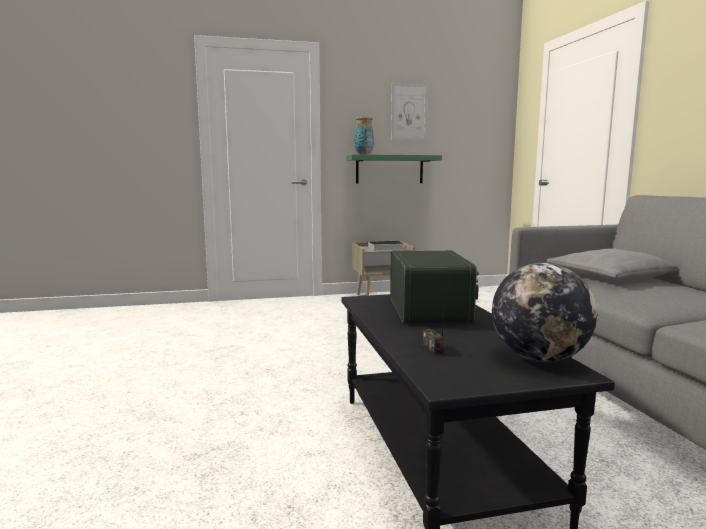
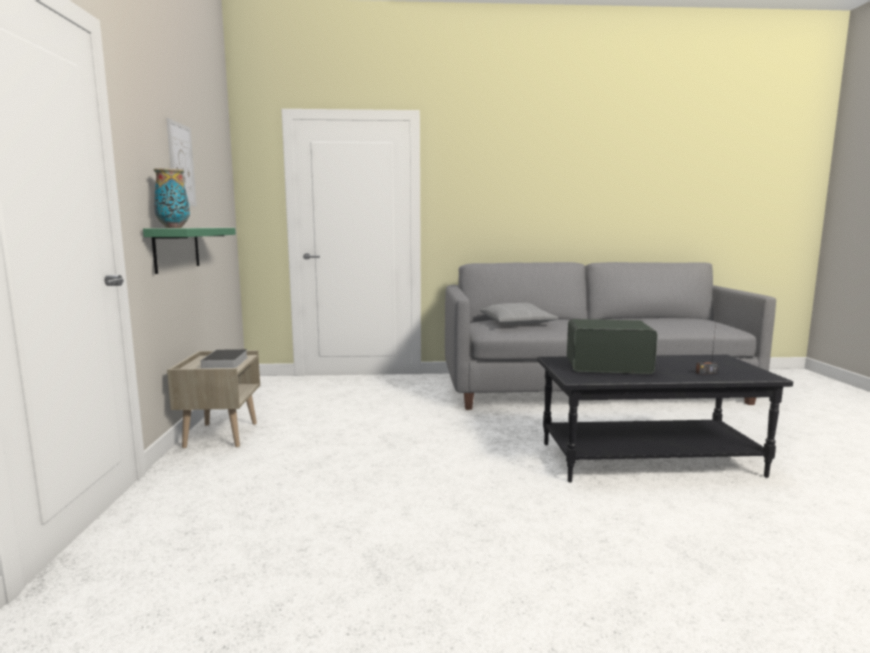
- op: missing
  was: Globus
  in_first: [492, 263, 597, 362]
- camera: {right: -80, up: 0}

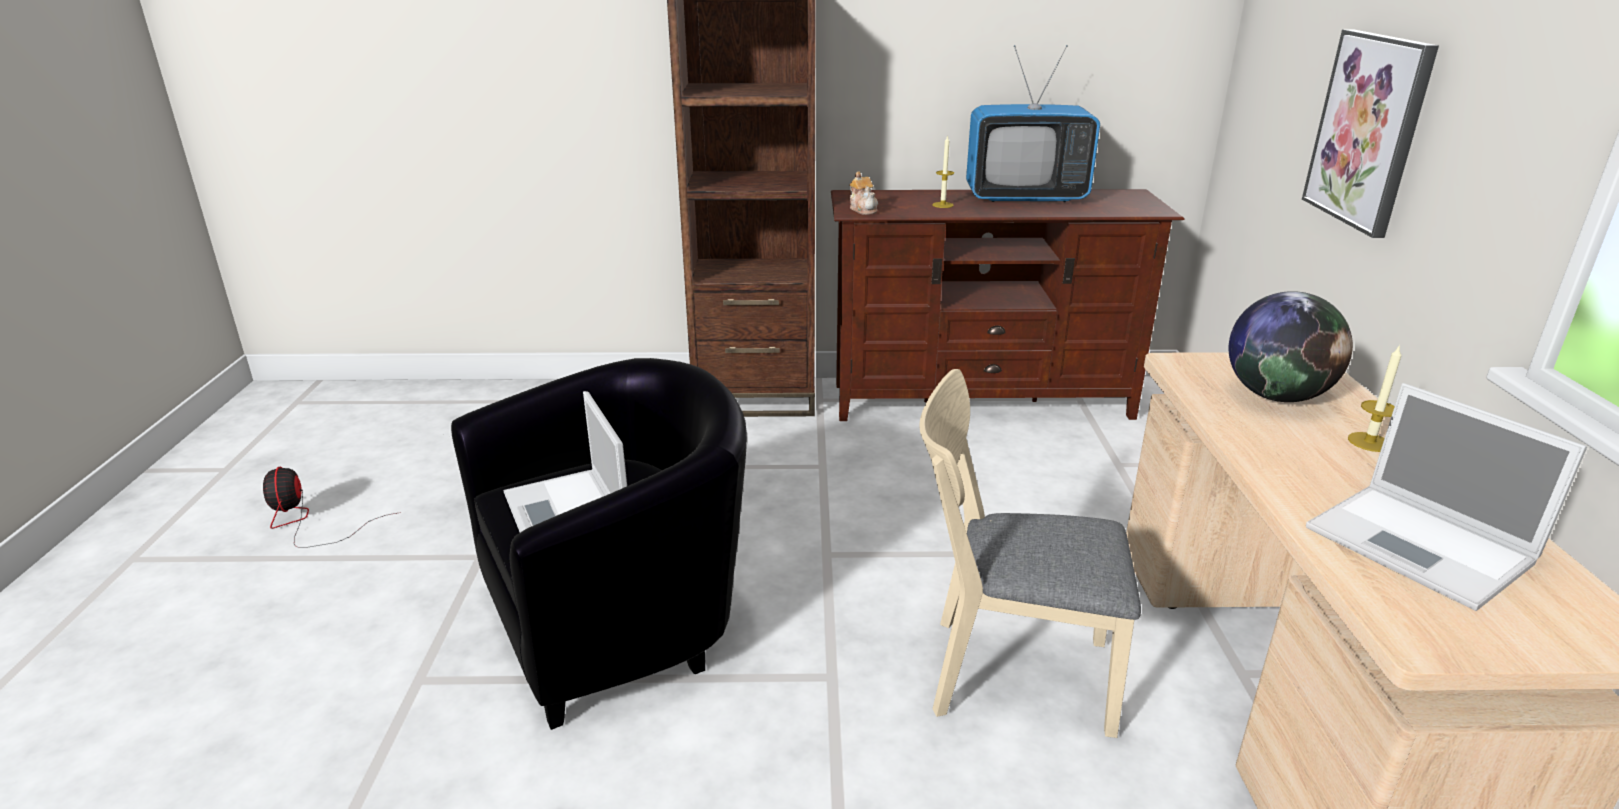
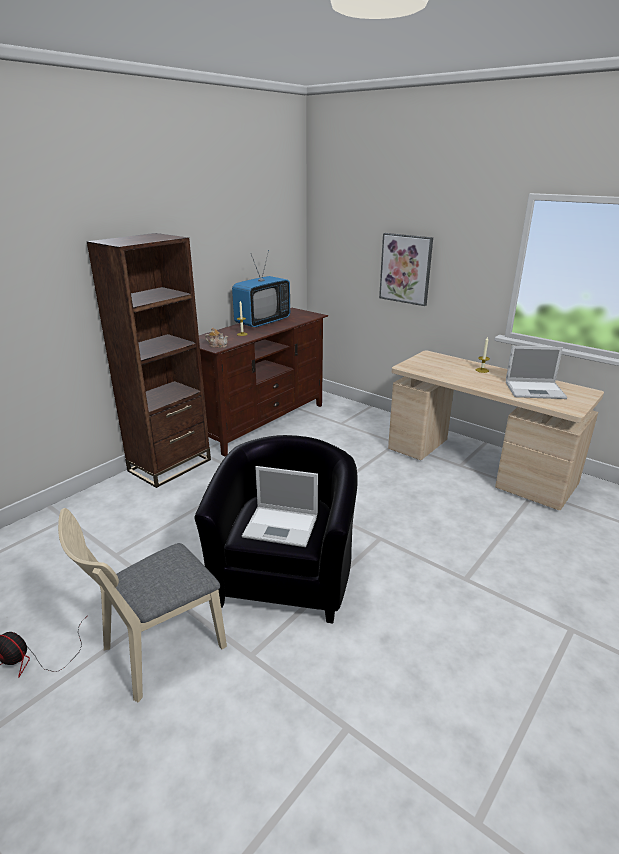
- op: missing
  was: Globus
  in_first: [1228, 291, 1353, 402]
- op: relocated
  was: Stuhl (beige)
  in_first: [920, 369, 1141, 738]
  in_second: [58, 508, 227, 702]
- camera: {right: -50, up: 0}

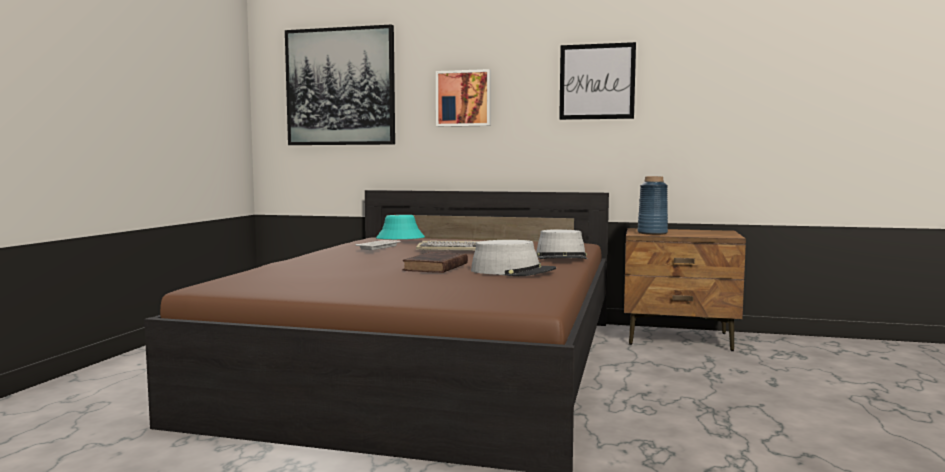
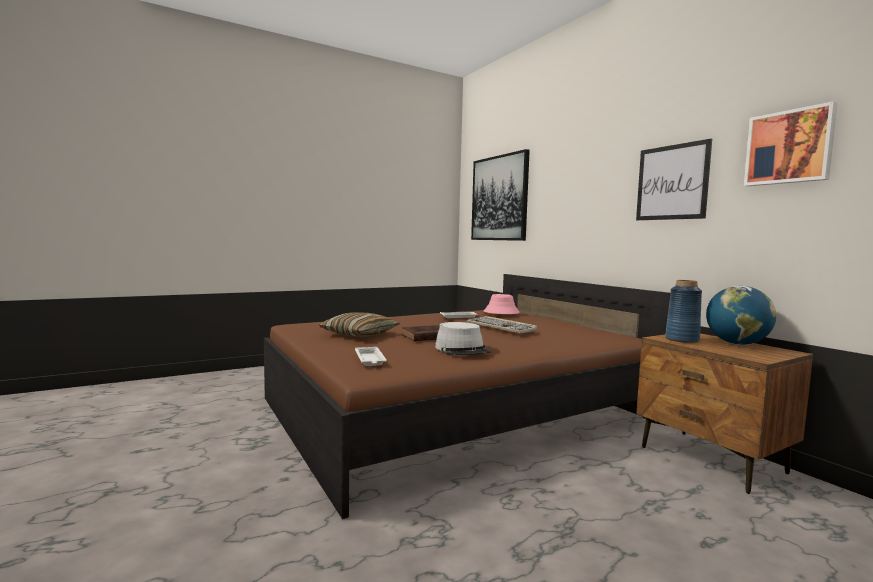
- op: missing
  was: Hut (grau)
  in_first: [536, 229, 587, 259]
- op: appeared
  now: Kissen
  in_second: [319, 312, 400, 336]
- op: appeared
  now: Tablett (weiß)
  in_second: [355, 347, 387, 366]
- op: appeared
  now: Globus
  in_second: [706, 286, 776, 345]
- op: relocated
  was: Bild
  in_first: [436, 69, 491, 127]
  in_second: [744, 101, 838, 186]
- op: colour
  was: Hut (türkis)
  now: Hut (rosa)
  in_first: [376, 215, 425, 239]
  in_second: [484, 294, 520, 314]
- camera: {right: 45, up: 0}

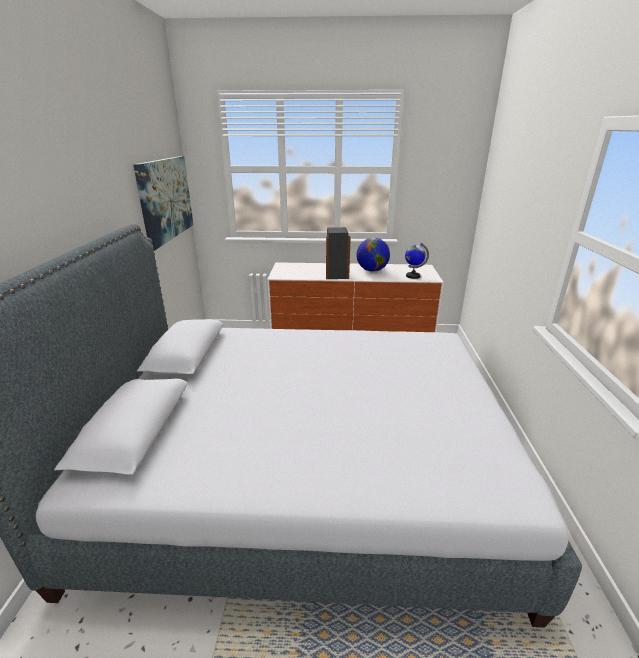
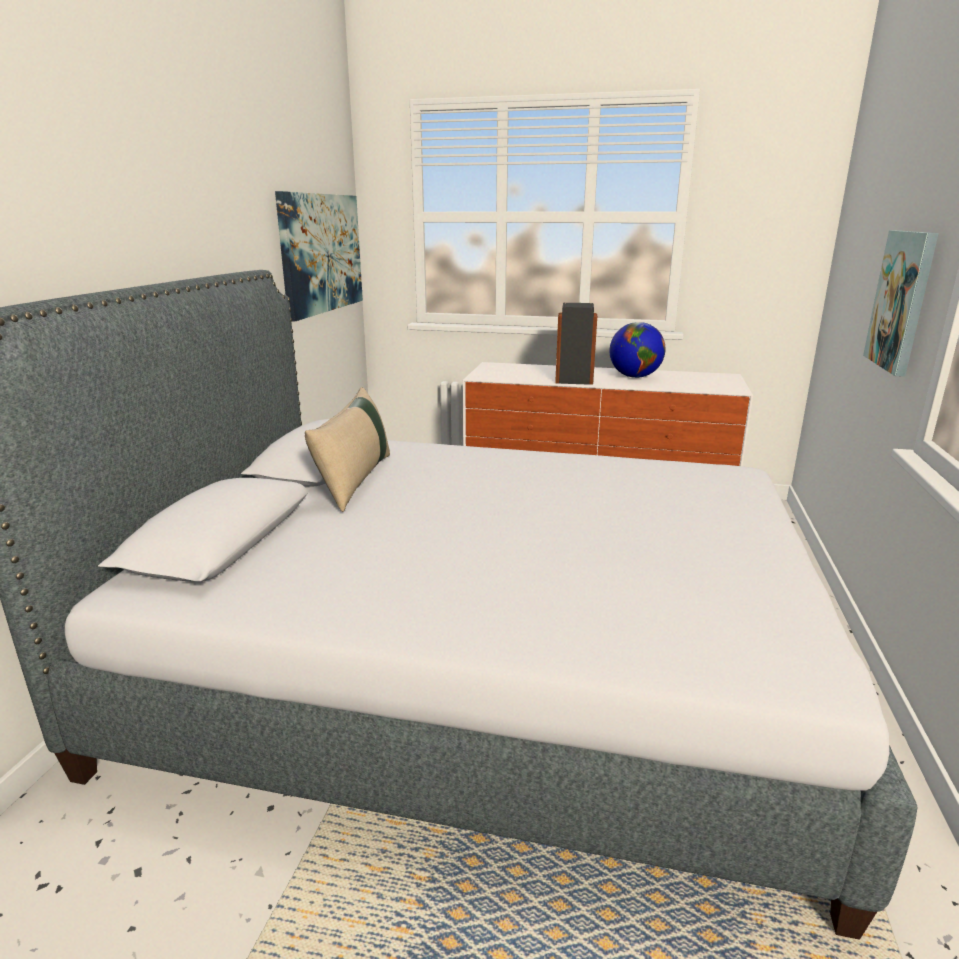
- op: missing
  was: Globus
  in_first: [405, 243, 429, 279]
- op: appeared
  now: Kissen (beige)
  in_second: [305, 387, 390, 512]
- op: appeared
  now: Bild
  in_second: [863, 230, 939, 377]
- camera: {right: 10, up: -5}

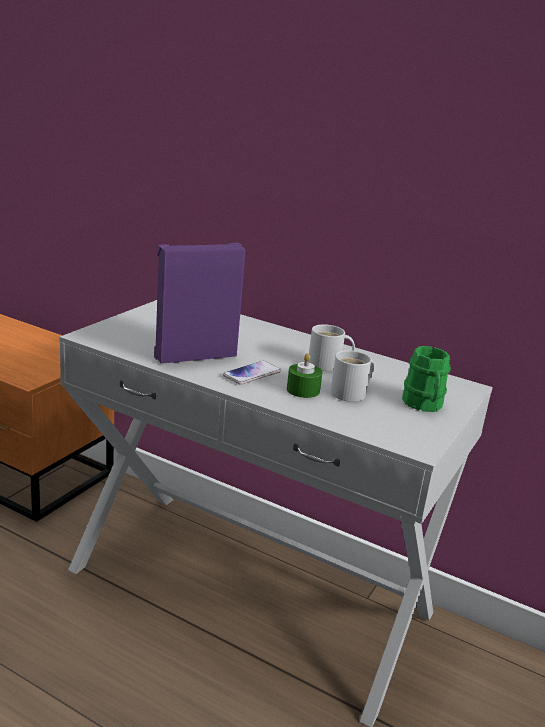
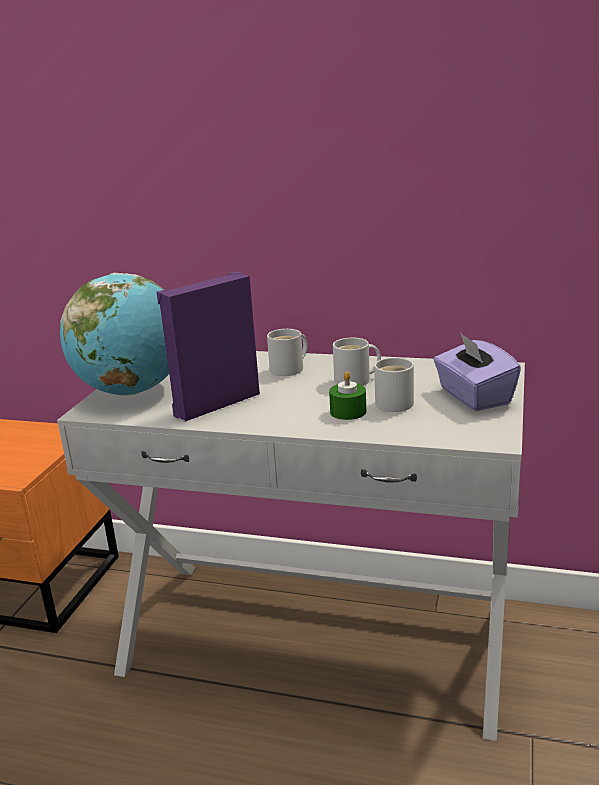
- op: missing
  was: Handy
  in_first: [223, 361, 281, 385]
- op: appeared
  now: Globus
  in_second: [60, 273, 169, 396]
- op: appeared
  now: Henkelbecher (weiß)
  in_second: [267, 329, 308, 376]
- op: exchanged
  was: Henkelbecher (grün)
  now: Taschentuchbox (lila)
  in_first: [402, 346, 451, 412]
  in_second: [434, 333, 521, 411]
- camera: {right: -10, up: 0}

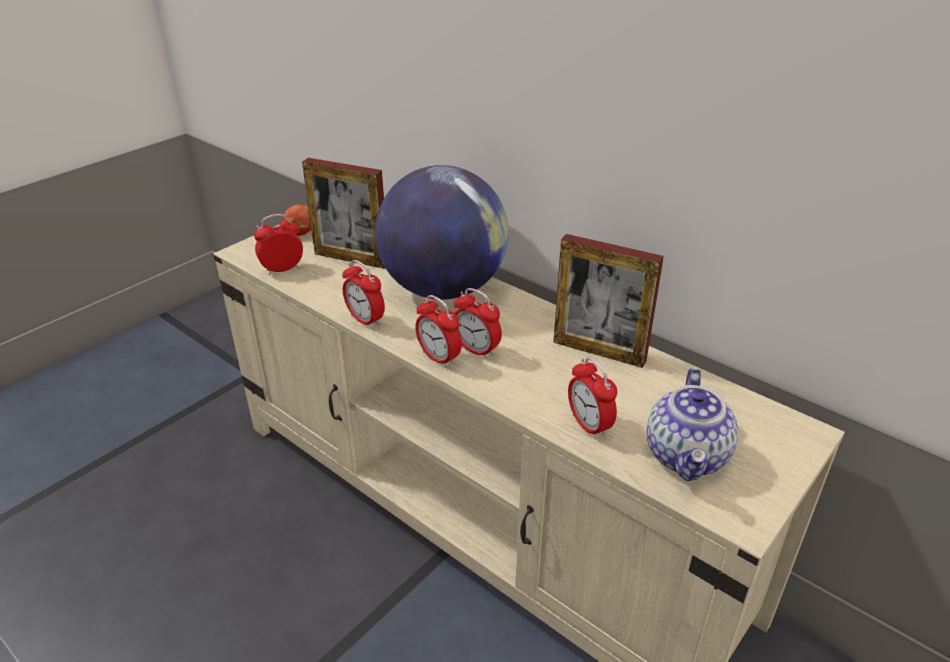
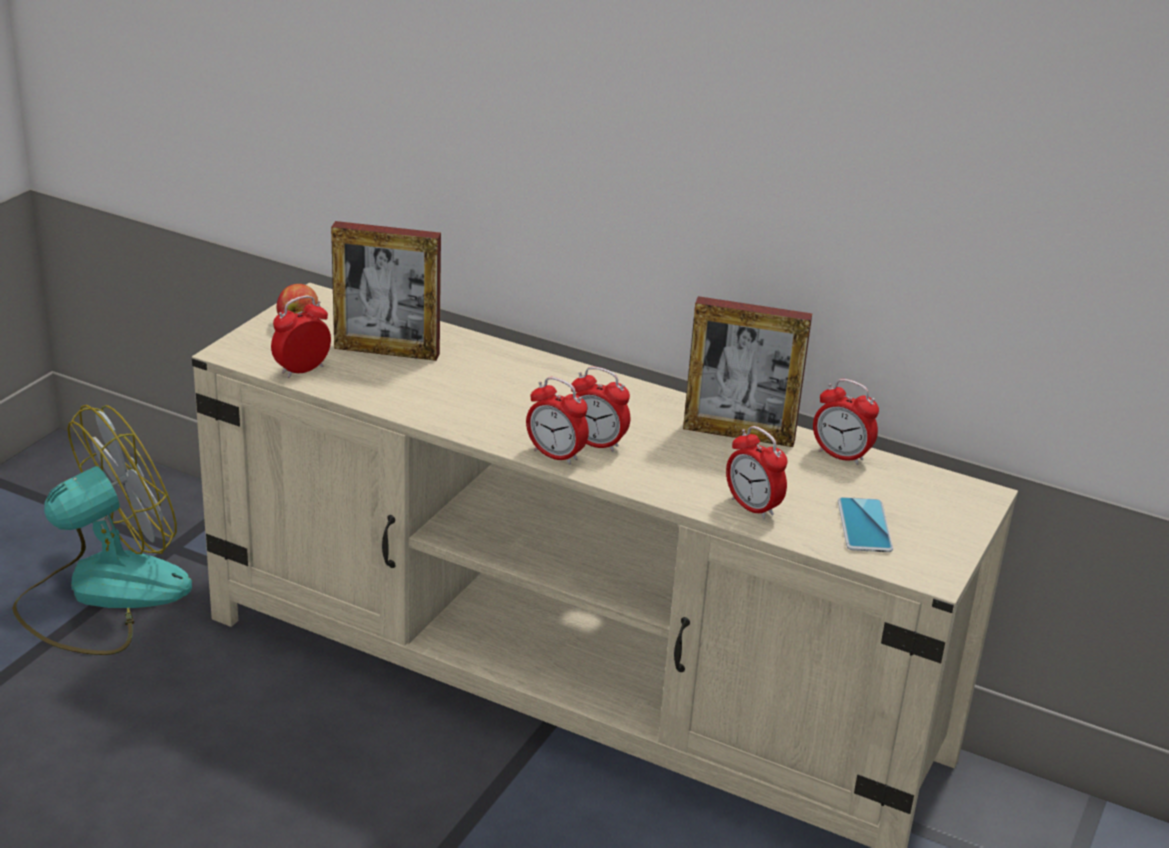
- op: missing
  was: Globus
  in_first: [375, 165, 509, 300]
- op: appeared
  now: Ventilator
  in_second: [12, 405, 192, 655]
- op: relocated
  was: Wecker
  in_first: [342, 260, 385, 329]
  in_second: [813, 379, 879, 465]
- op: exchanged
  was: Teekanne
  now: Handy
  in_first: [647, 368, 738, 481]
  in_second: [838, 497, 893, 552]
- camera: {right: -15, up: -5}

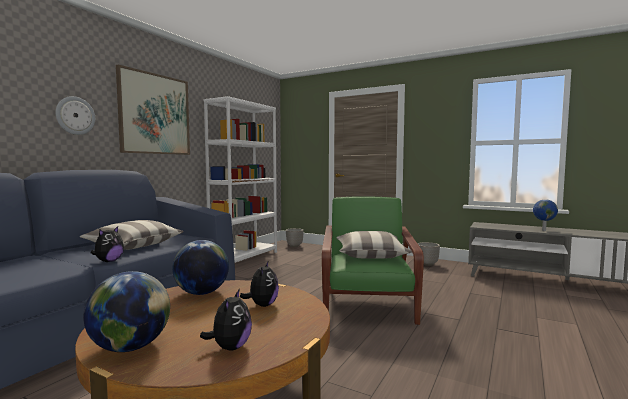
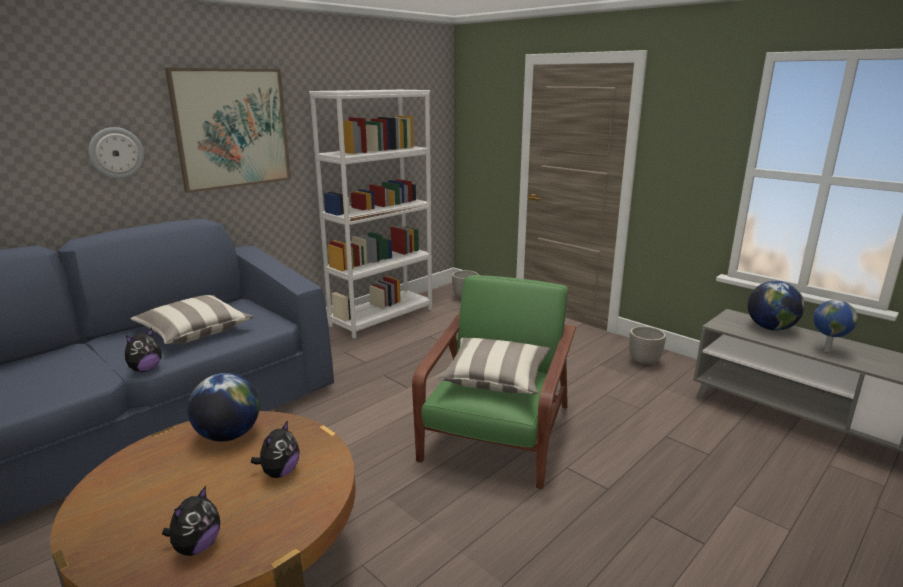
- op: relocated
  was: Globus
  in_first: [83, 271, 170, 352]
  in_second: [747, 281, 805, 331]
- camera: {right: 15, up: 15}

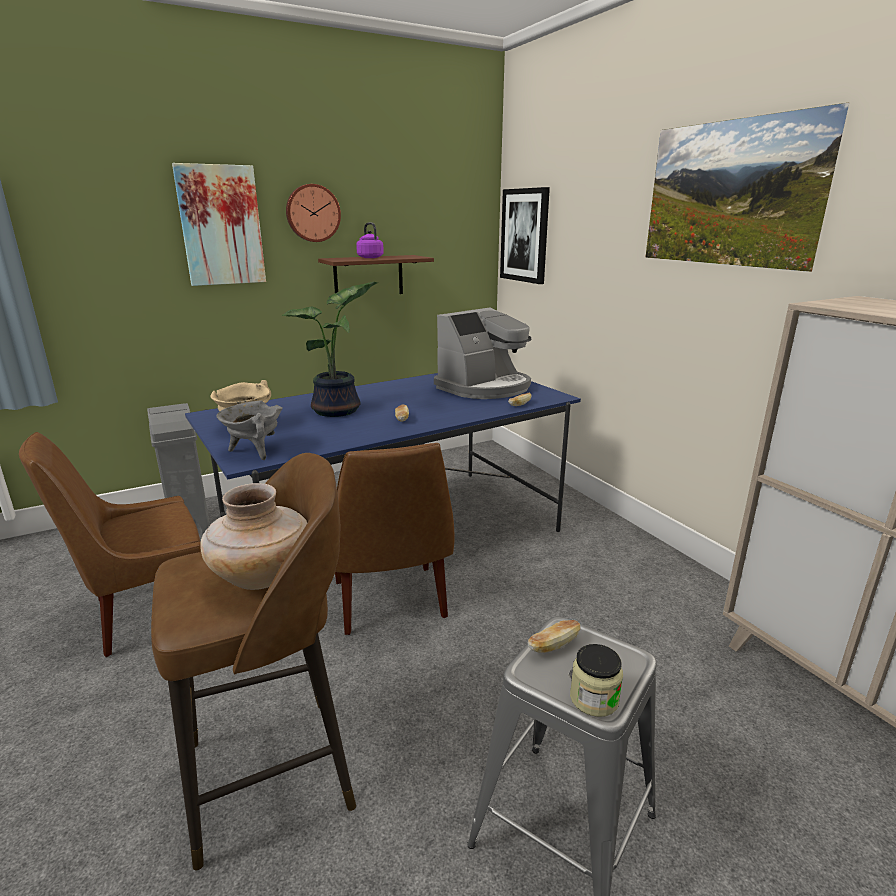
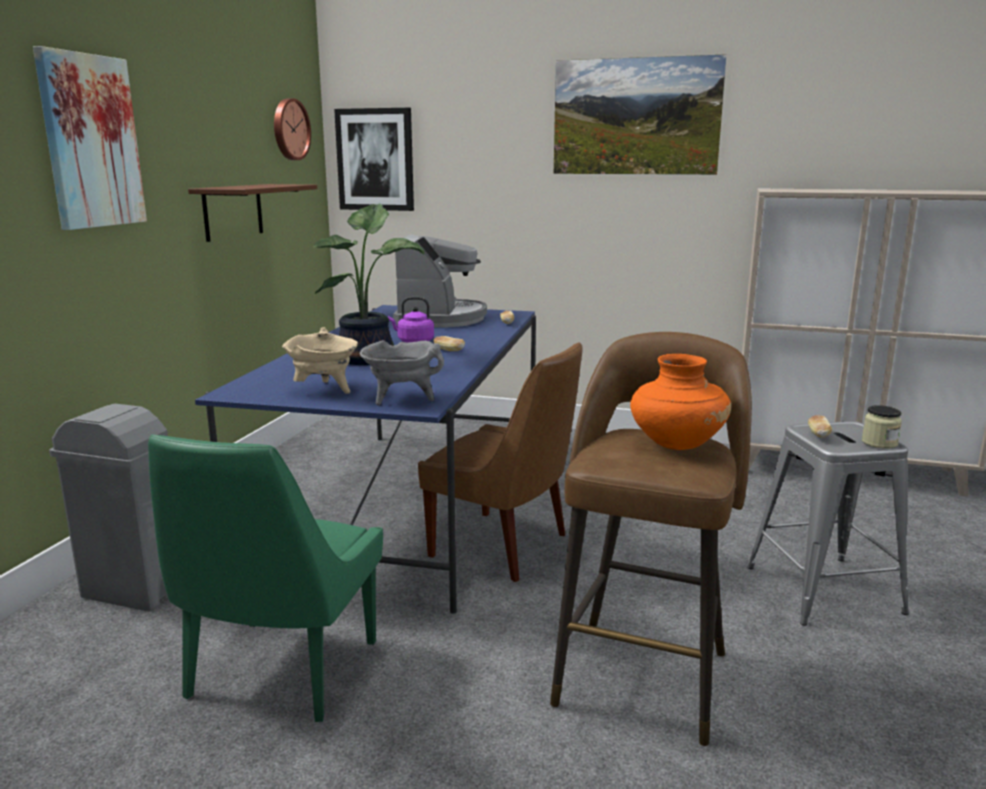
- op: relocated
  was: Wanduhr
  in_first: [286, 184, 341, 242]
  in_second: [274, 98, 311, 160]
- op: relocated
  was: Wasserkessel (lila)
  in_first: [356, 222, 384, 258]
  in_second: [388, 297, 434, 342]
- op: colour
  was: Stuhl (braun)
  now: Stuhl (grün)
  in_first: [19, 432, 201, 657]
  in_second: [148, 434, 383, 722]
- op: colour
  was: Vase (beige)
  now: Vase (orange)
  in_first: [200, 483, 307, 590]
  in_second: [630, 354, 731, 450]
- camera: {right: -45, up: -5}

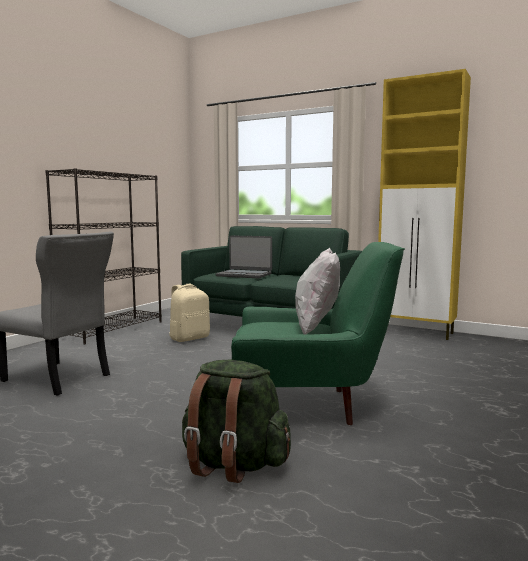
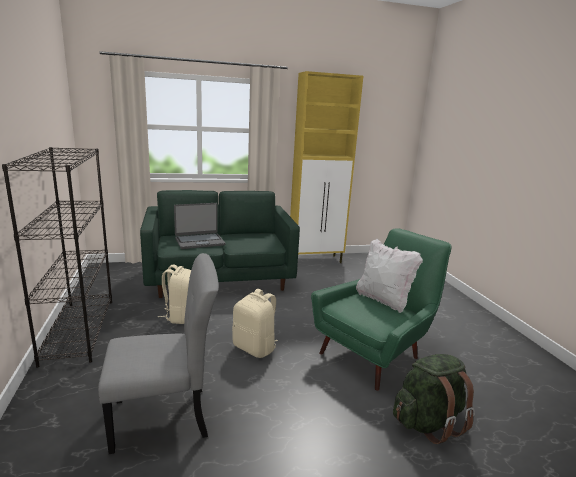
- op: appeared
  now: Rucksack (beige)
  in_second: [232, 289, 278, 358]
- camera: {right: -45, up: 10}

